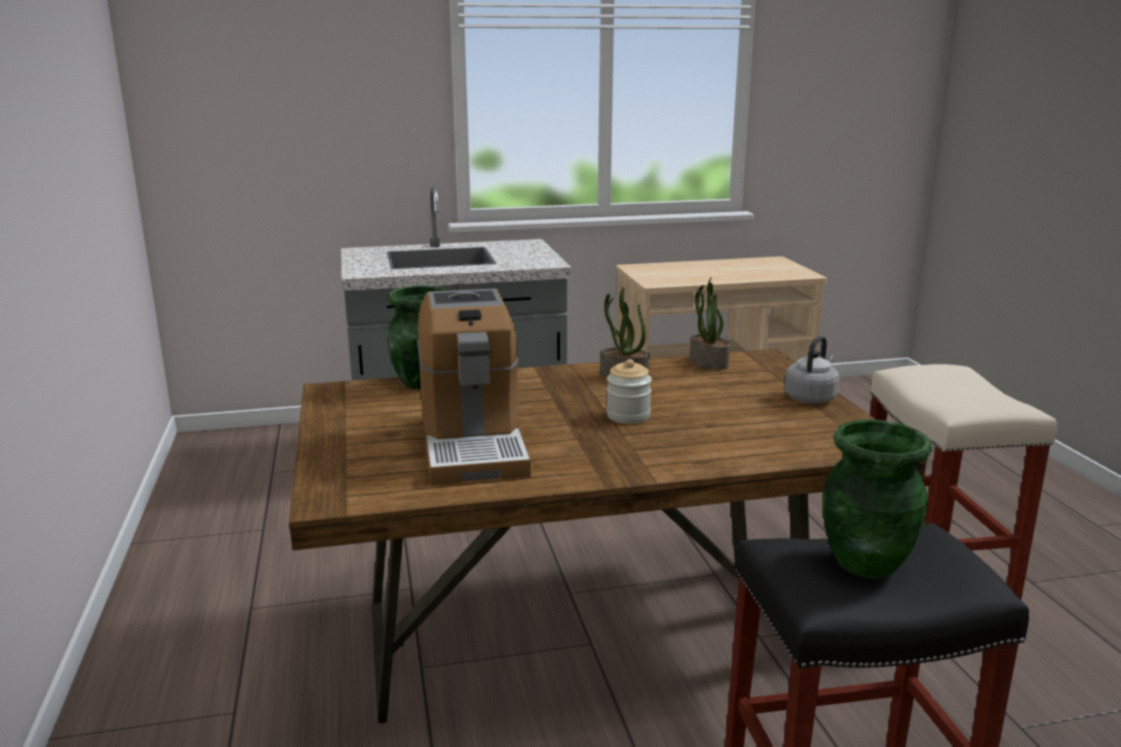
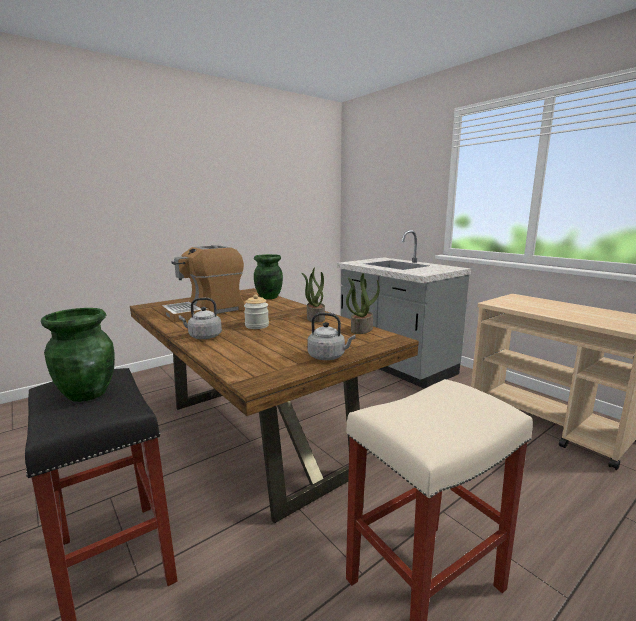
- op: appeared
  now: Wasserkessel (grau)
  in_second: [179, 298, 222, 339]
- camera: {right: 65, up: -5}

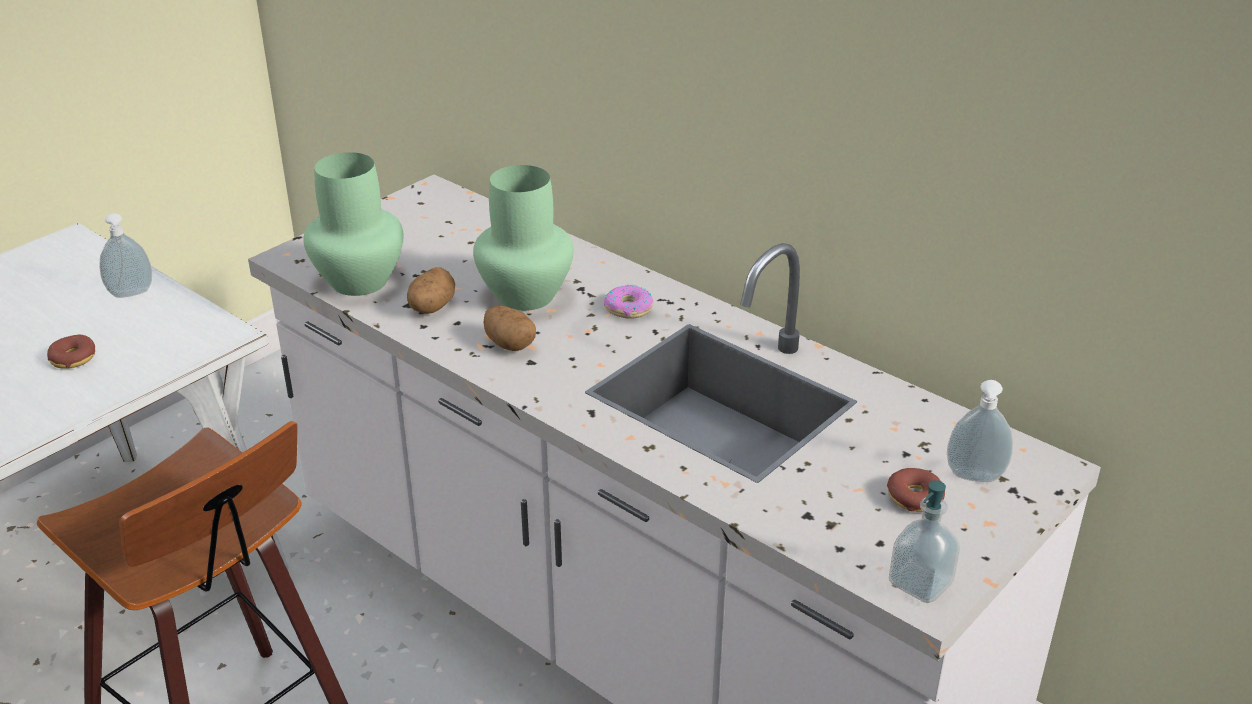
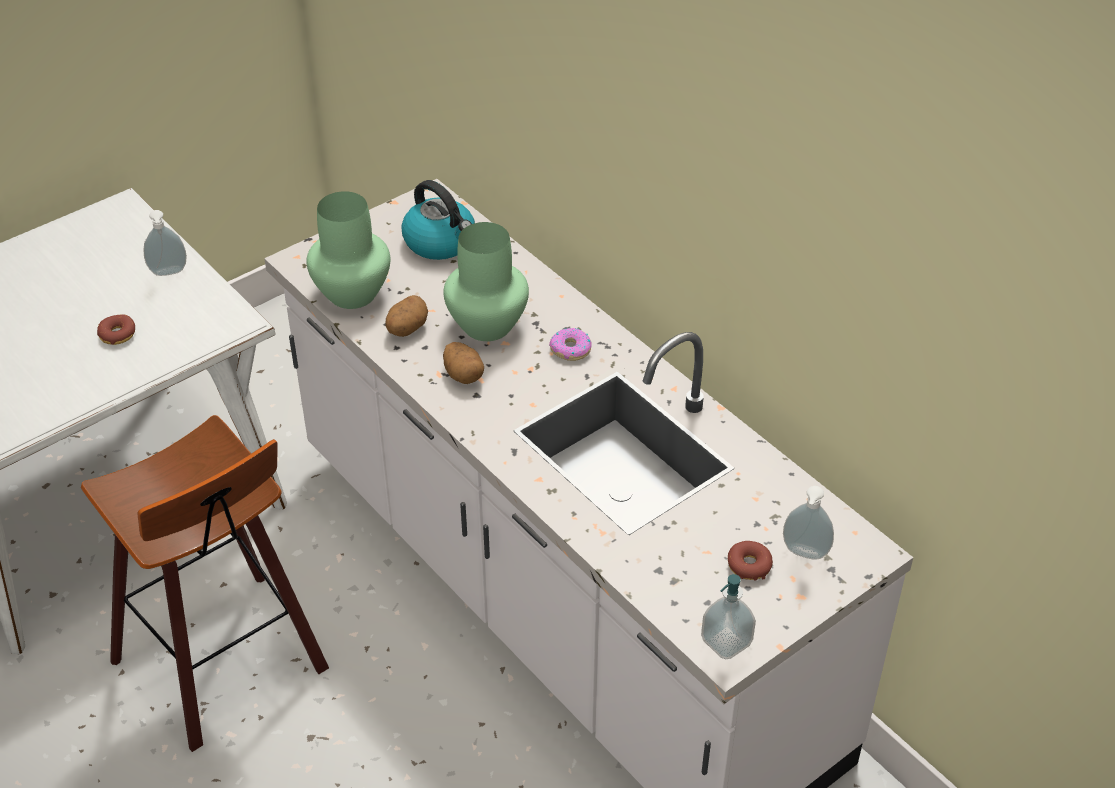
- op: appeared
  now: Wasserkessel
  in_second: [401, 180, 475, 260]
- camera: {right: 10, up: 10}

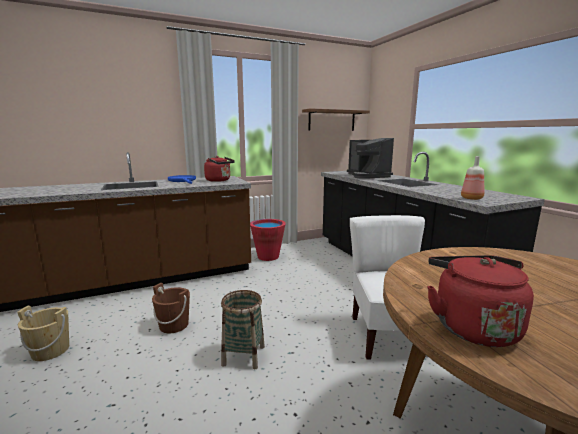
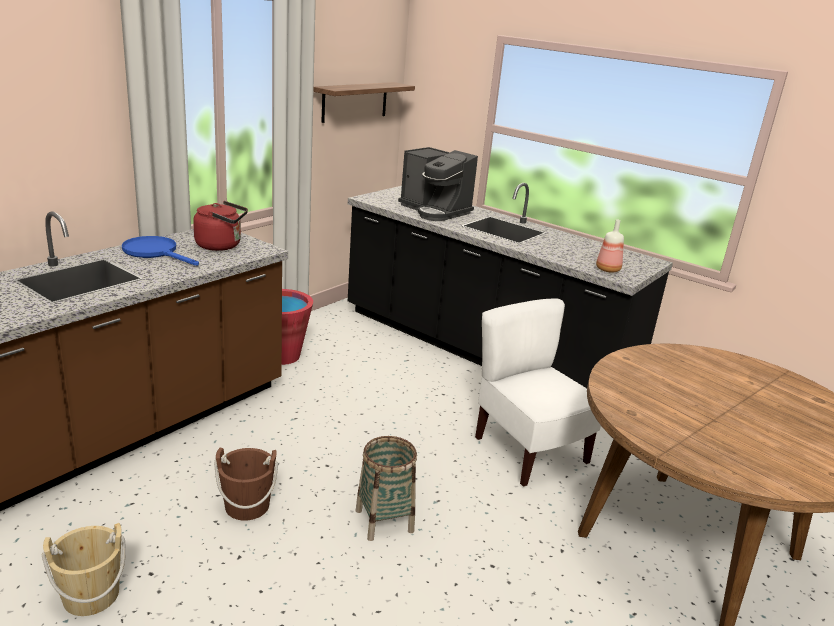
- op: missing
  was: Wasserkessel (rot)
  in_first: [427, 255, 534, 347]
- camera: {right: -30, up: 10}

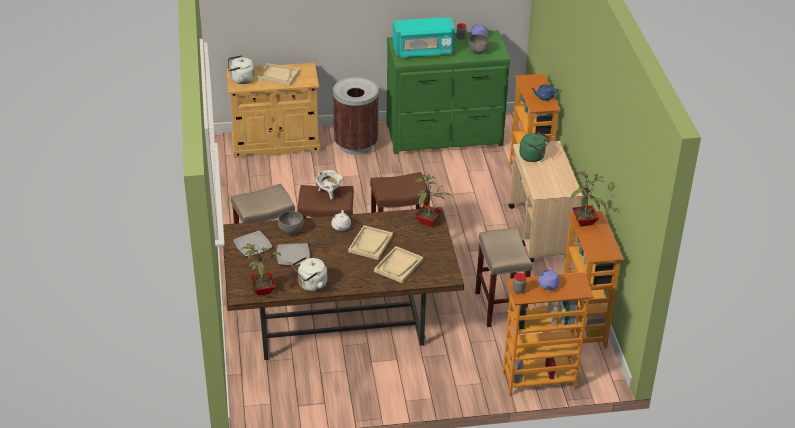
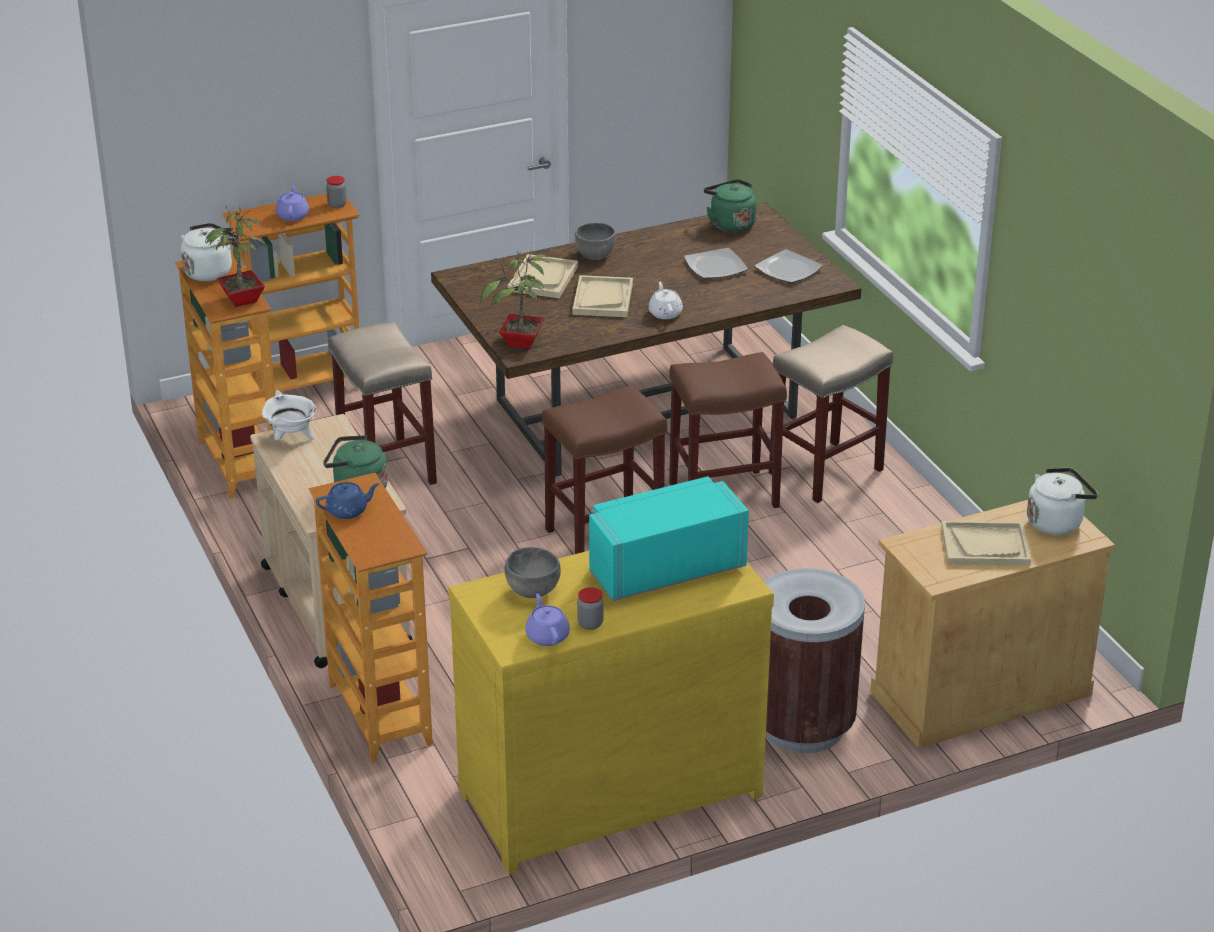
- op: relocated
  was: Schüssel (grau)
  in_first: [278, 211, 304, 234]
  in_second: [575, 223, 616, 260]
- op: relocated
  was: Wasserkessel (weiß)
  in_first: [292, 257, 327, 291]
  in_second: [181, 223, 239, 281]
- op: relocated
  was: Kochtopf (weiß)
  in_first: [315, 170, 343, 200]
  in_second: [262, 390, 316, 440]
- op: exchanged
  was: Topfpflanze
  now: Wasserkessel (grün)
  in_first: [242, 244, 281, 296]
  in_second: [704, 179, 756, 232]
- op: colour
  was: Kommode (grün)
  now: Kommode (gelb)
  in_first: [387, 30, 511, 154]
  in_second: [448, 551, 774, 874]
- camera: {right: 165, up: -5}

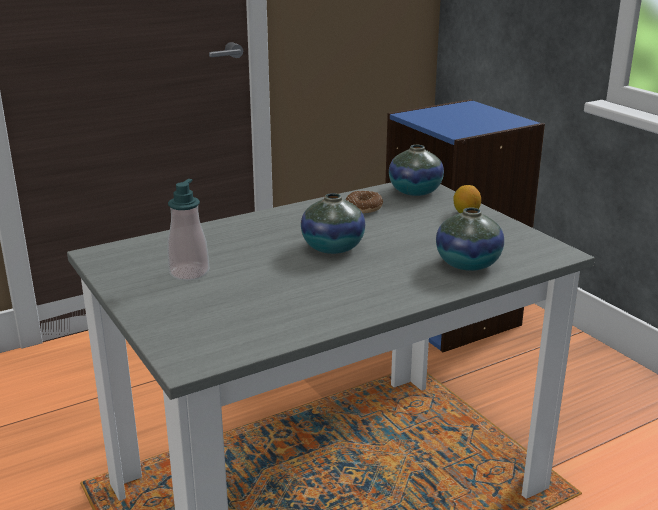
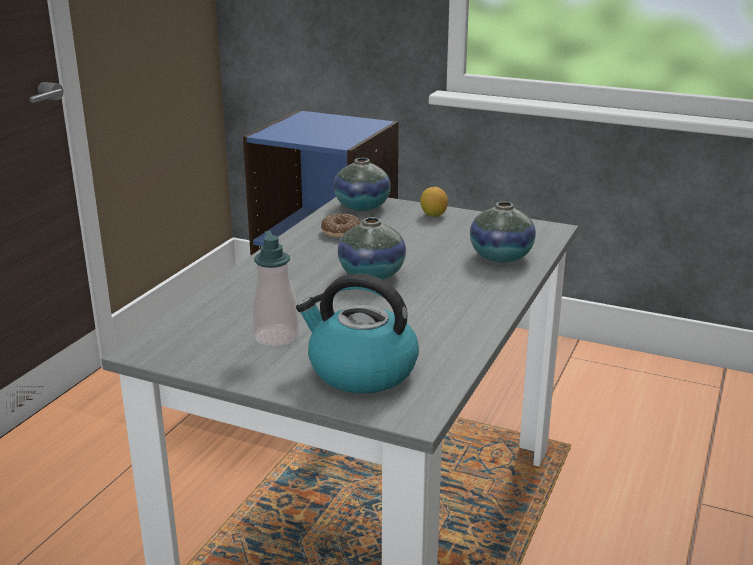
- op: appeared
  now: Wasserkessel
  in_second: [296, 274, 419, 393]
- camera: {right: -35, up: 0}

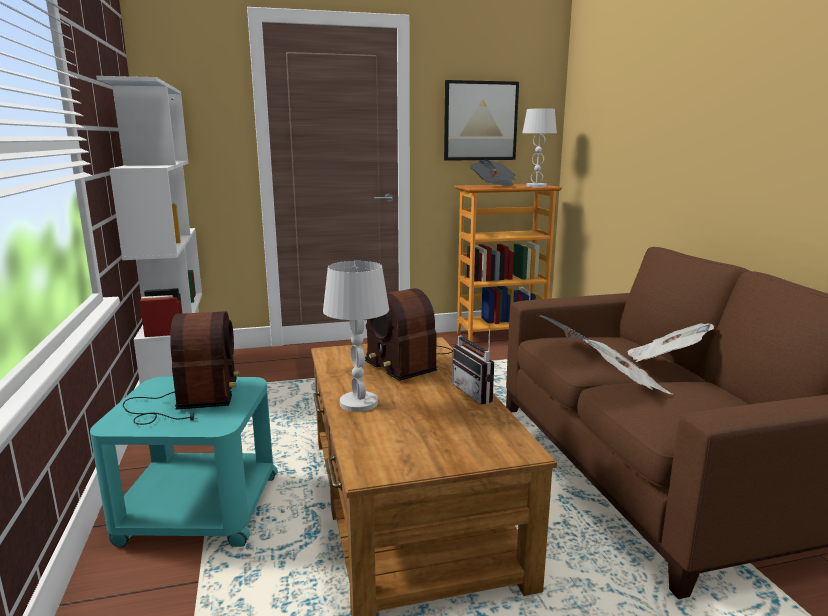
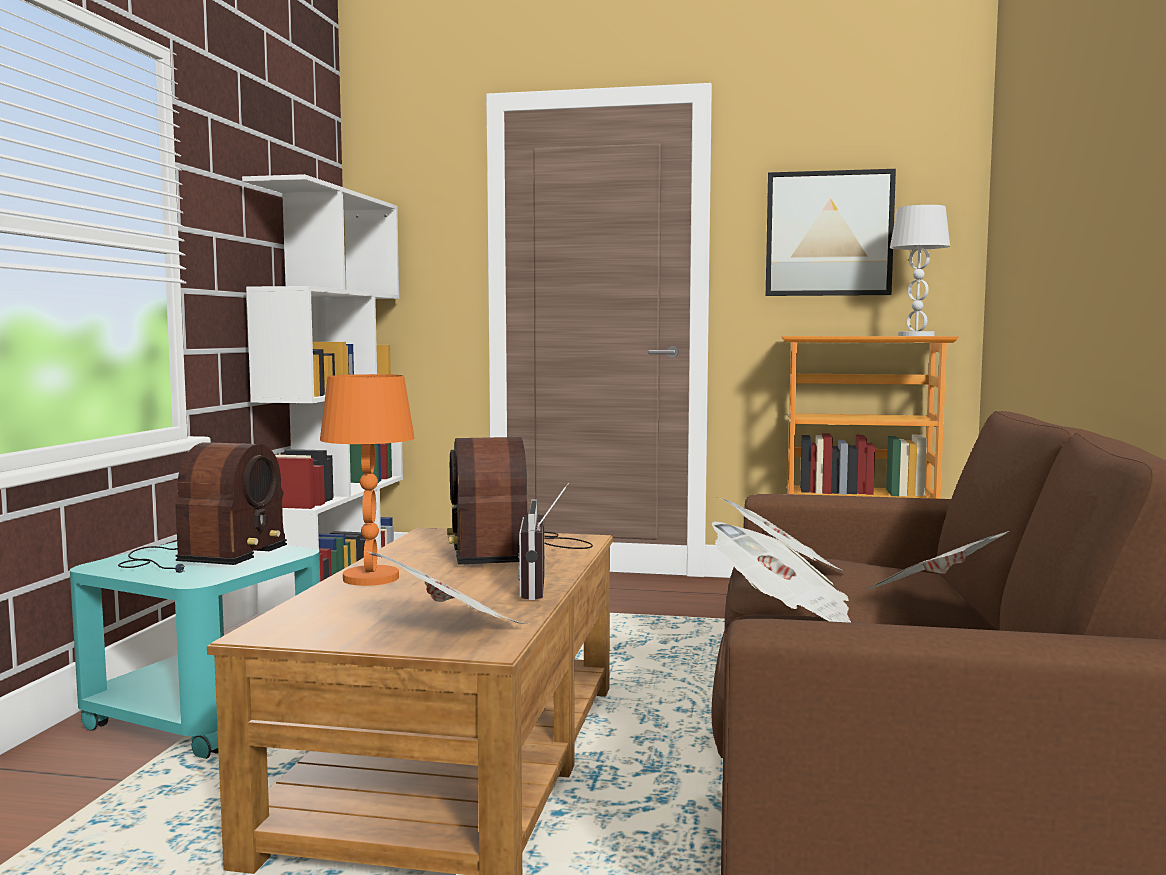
- op: relocated
  was: Zeitung
  in_first: [470, 160, 516, 186]
  in_second: [365, 551, 528, 624]
- op: colour
  was: Tischlampe (weiß)
  now: Tischlampe (orange)
  in_first: [323, 261, 389, 412]
  in_second: [320, 374, 415, 586]
- camera: {right: 25, up: -10}

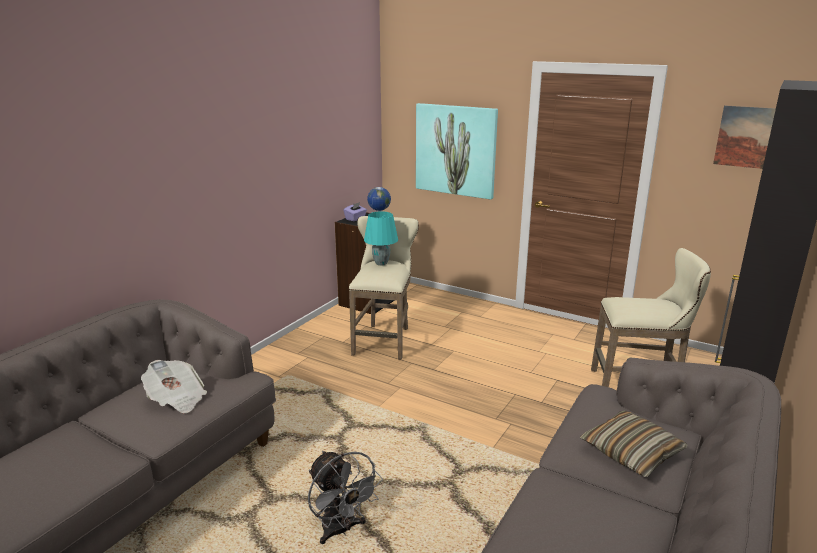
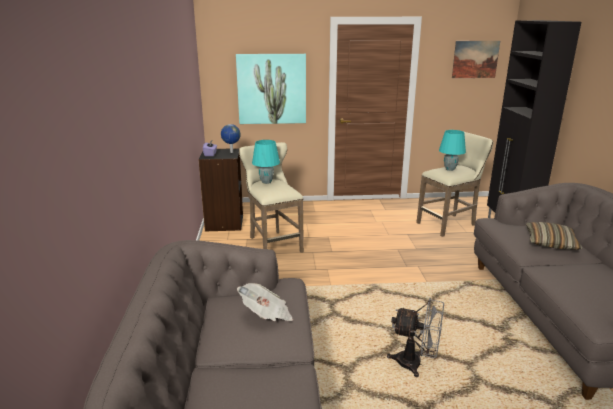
- op: appeared
  now: Tischlampe (türkis)
  in_second: [439, 130, 466, 171]
- camera: {right: -35, up: 0}

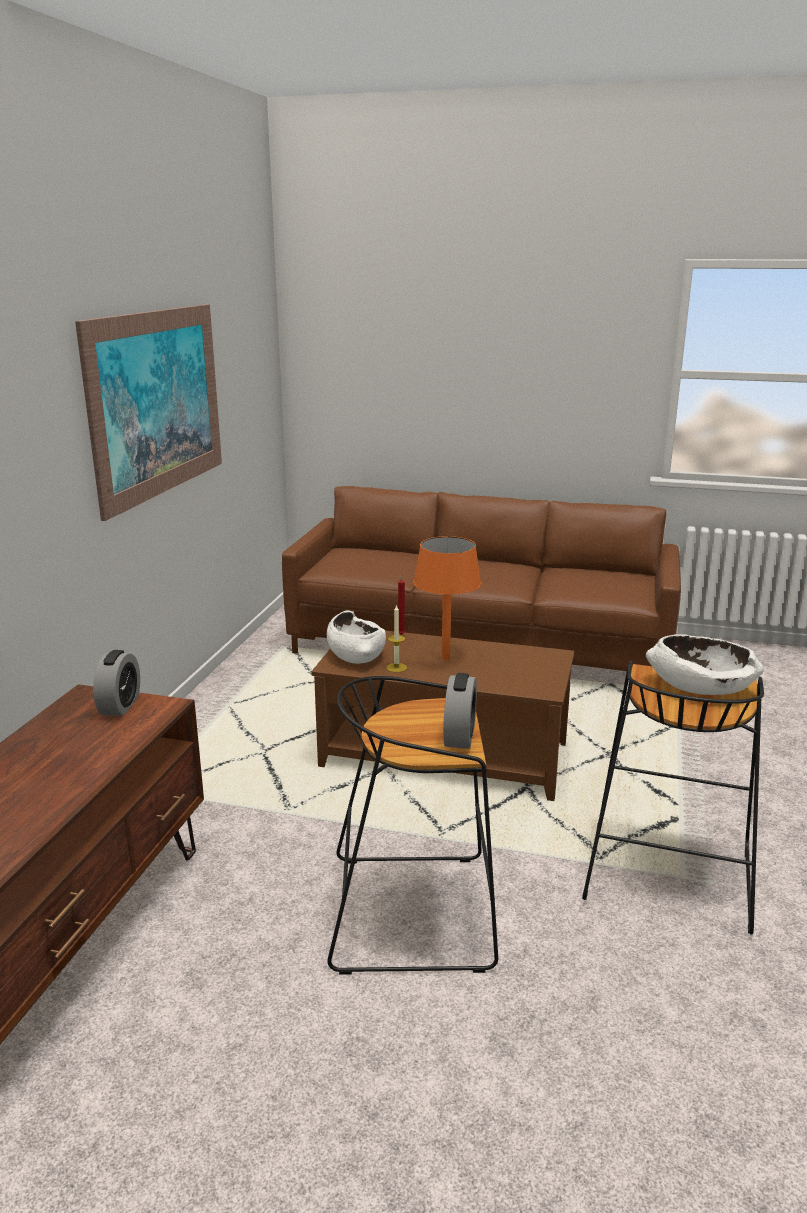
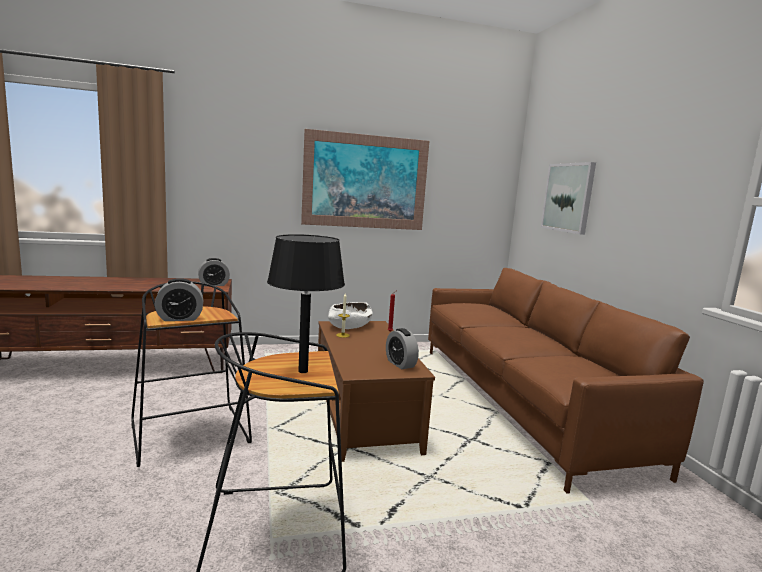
- op: missing
  was: Tischlampe (orange)
  in_first: [413, 536, 481, 660]
- op: appeared
  now: Wecker
  in_second: [386, 328, 419, 369]
- op: appeared
  now: Bild
  in_second: [541, 162, 596, 235]
- op: exchanged
  was: Schüssel (weiß)
  now: Tischlampe (schwarz)
  in_first: [646, 634, 764, 695]
  in_second: [267, 234, 345, 373]
- camera: {right: 60, up: -10}

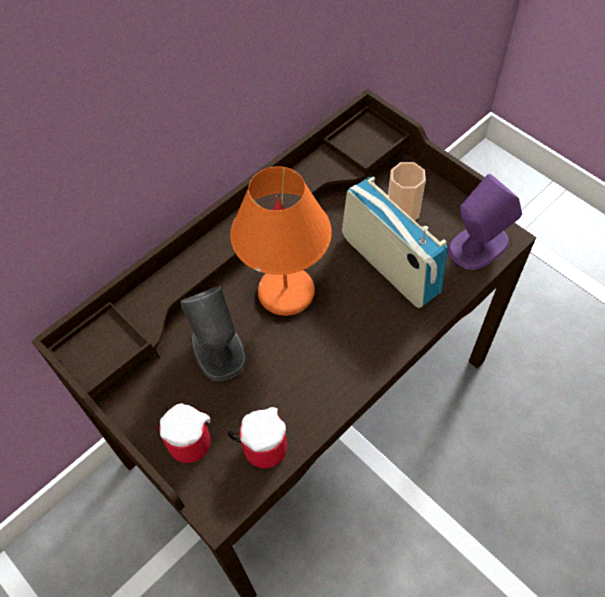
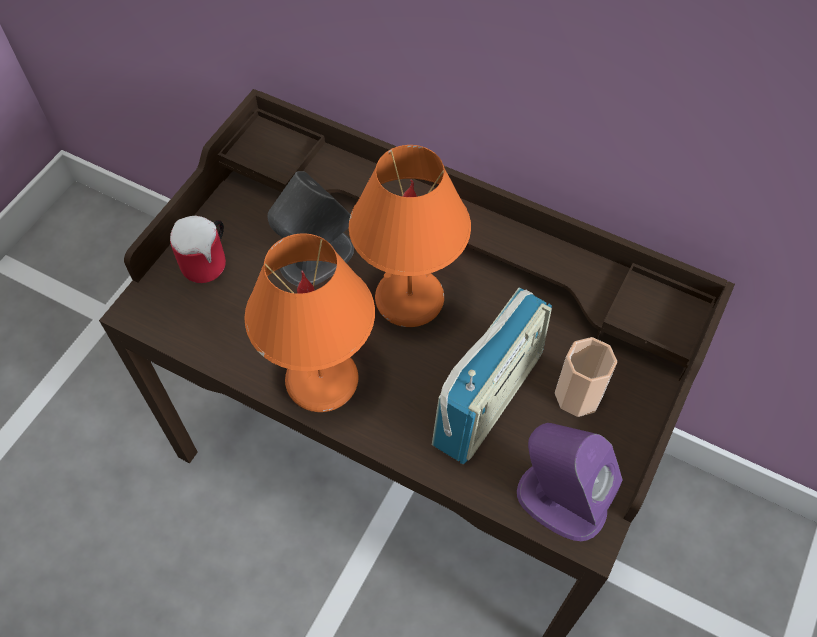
- op: missing
  was: Henkelbecher
  in_first: [228, 407, 287, 468]
- op: appeared
  now: Tischlampe (orange)
  in_second: [245, 234, 375, 412]
- camera: {right: 70, up: 0}

